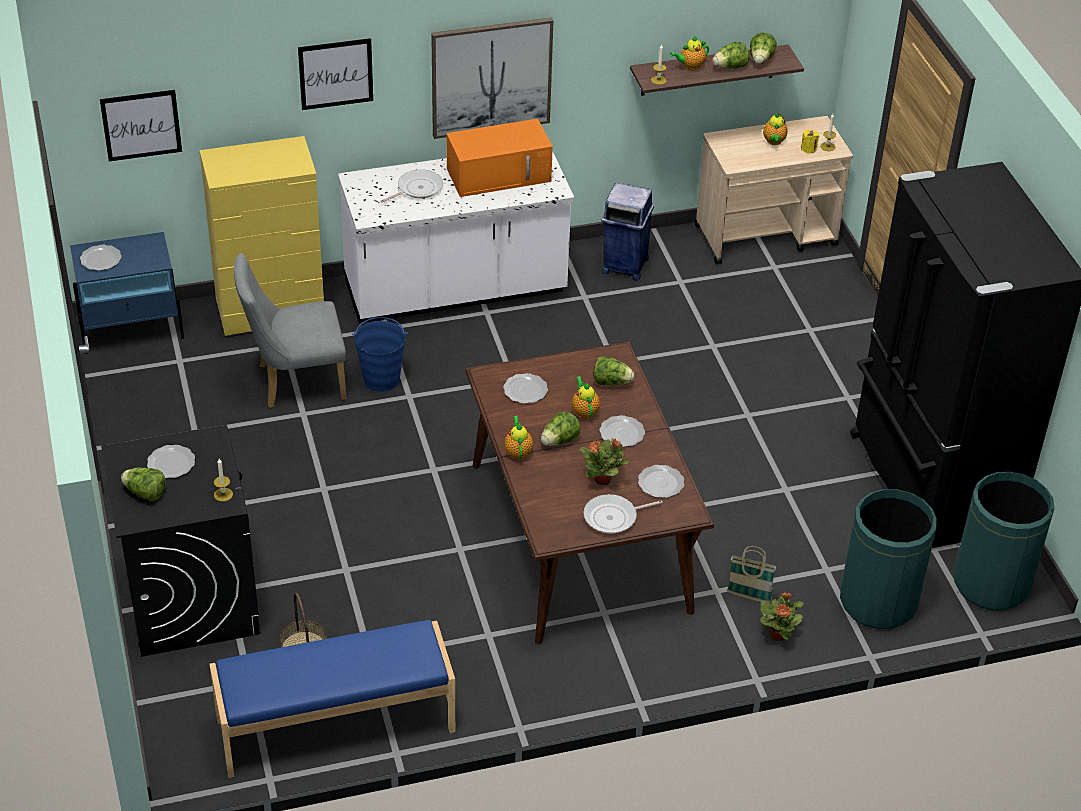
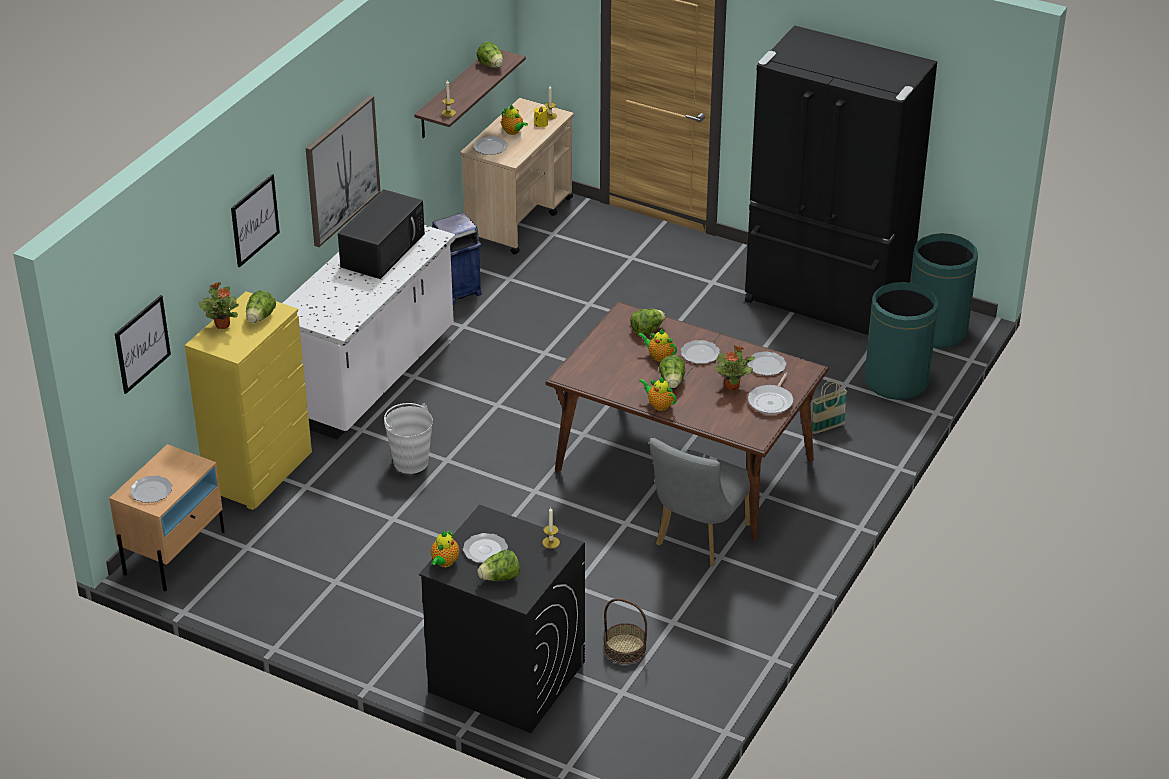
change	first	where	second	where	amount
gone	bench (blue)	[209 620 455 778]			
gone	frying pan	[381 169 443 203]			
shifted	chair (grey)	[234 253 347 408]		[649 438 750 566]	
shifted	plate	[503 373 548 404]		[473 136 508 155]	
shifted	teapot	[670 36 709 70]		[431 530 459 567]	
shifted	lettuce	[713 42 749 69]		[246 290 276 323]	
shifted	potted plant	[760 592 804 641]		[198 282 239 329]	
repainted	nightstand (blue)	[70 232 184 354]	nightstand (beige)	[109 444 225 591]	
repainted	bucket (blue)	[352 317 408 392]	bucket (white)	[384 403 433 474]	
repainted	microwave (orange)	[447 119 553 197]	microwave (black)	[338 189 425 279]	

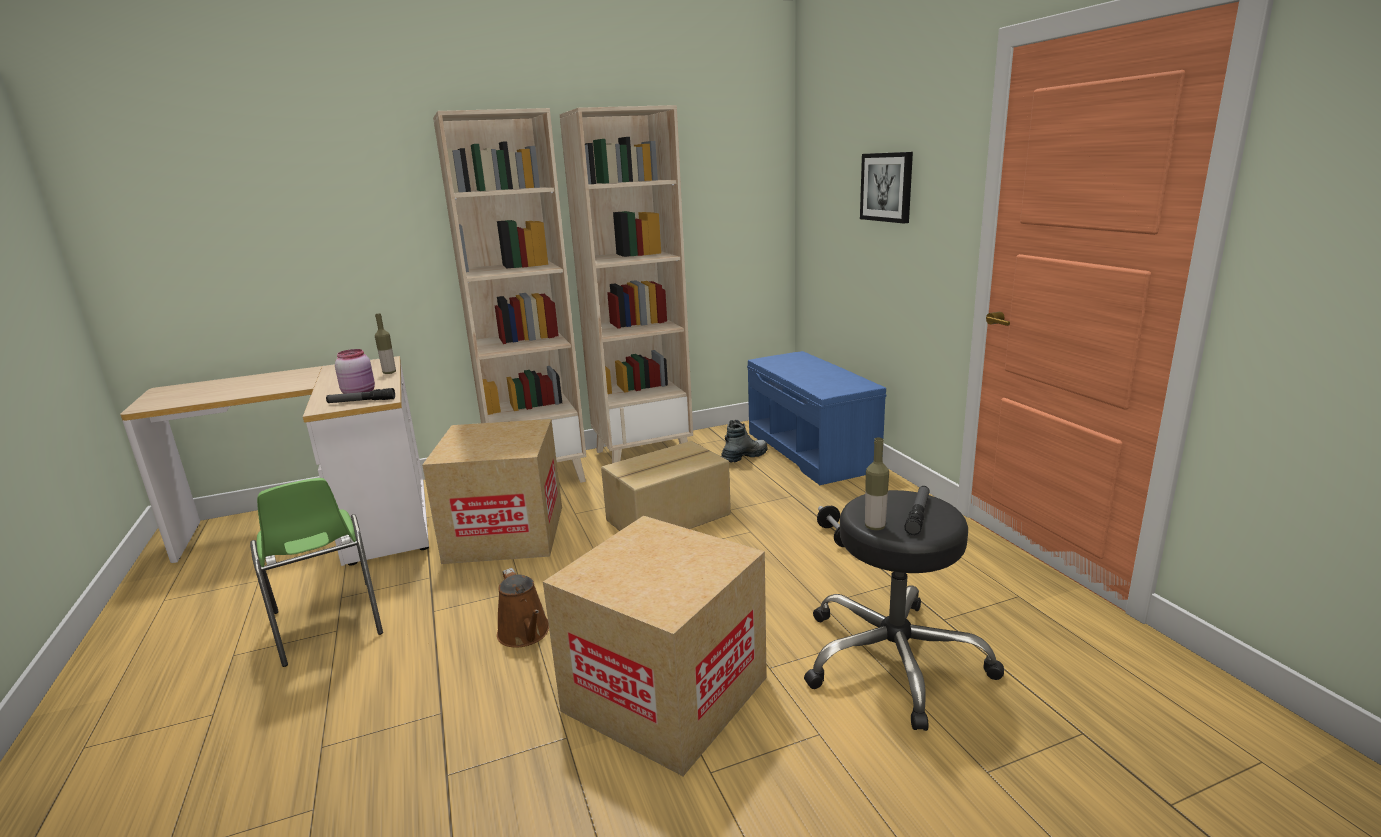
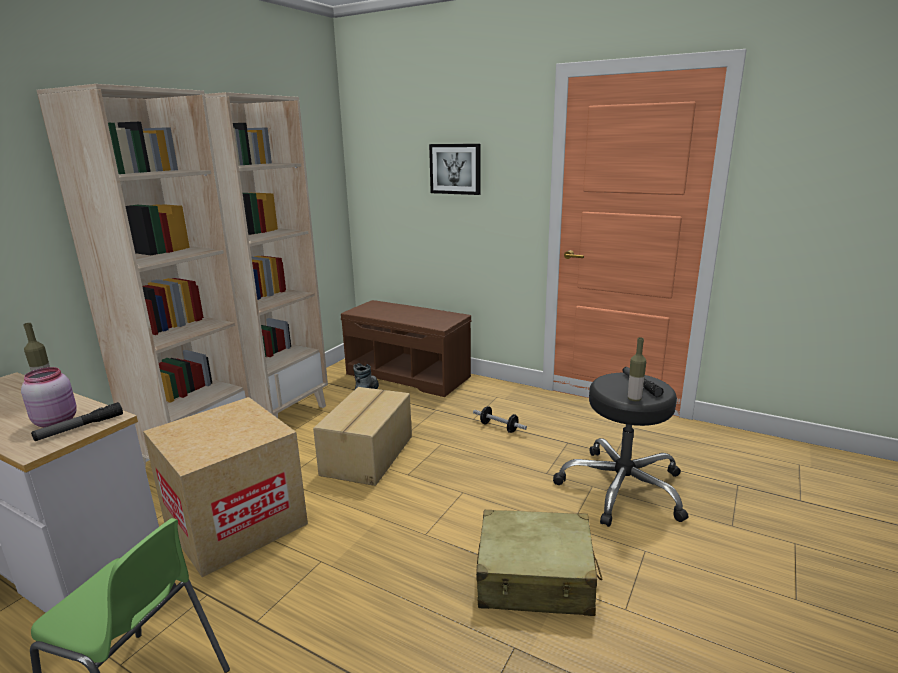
change	first	where	second	where	amount
gone	watering can (brown)	[497 568 549 648]			
swapped	cardboard box	[543 516 767 776]	suitcase (beige)	[476 510 603 616]	
repainted	bench (blue)	[747 351 886 485]	bench (brown)	[341 300 472 397]	

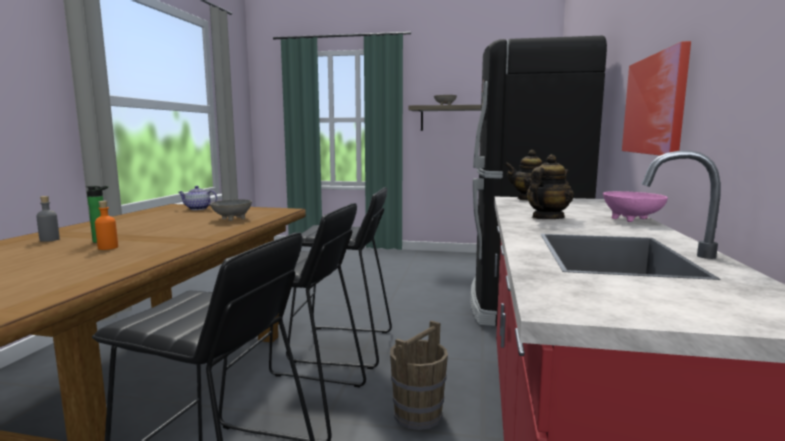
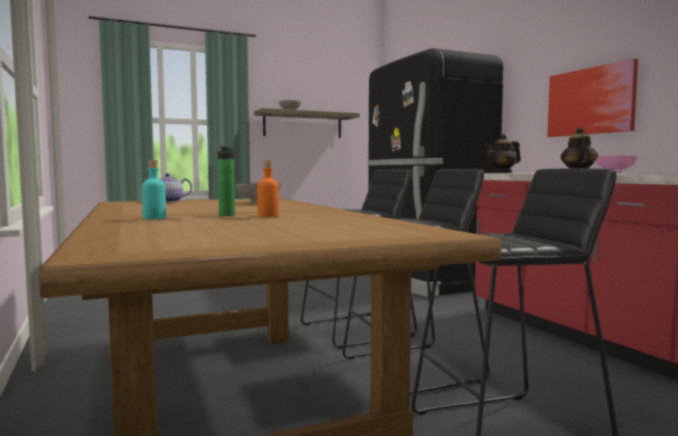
change	first	where	second	where	amount
gone	bucket (brown)	[390 320 448 430]			
repainted	bottle (grey)	[36 196 60 242]	bottle (turquoise)	[142 160 166 219]	

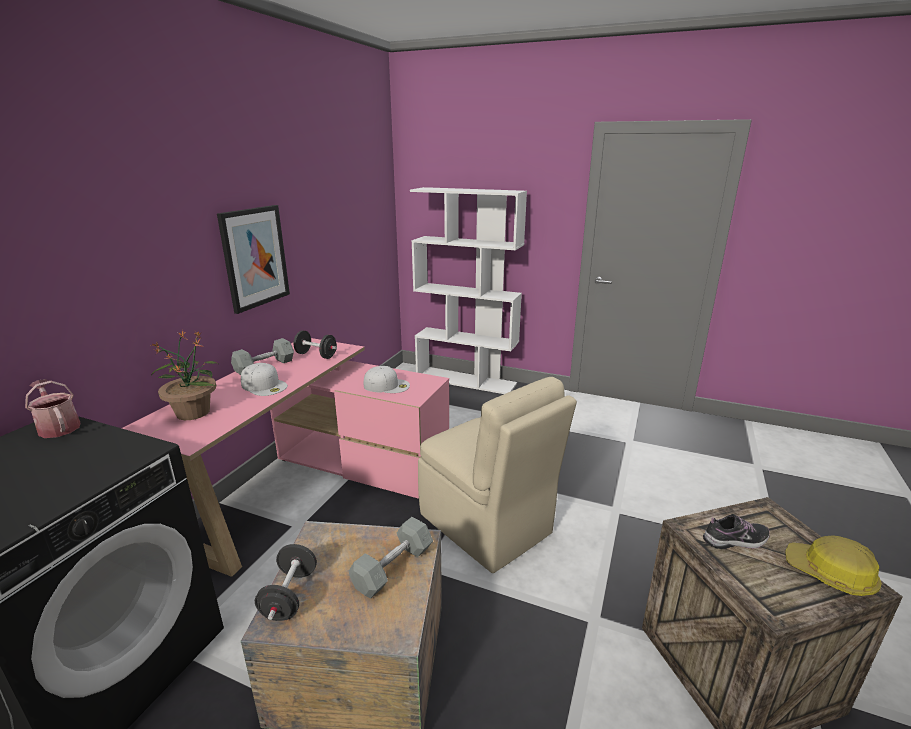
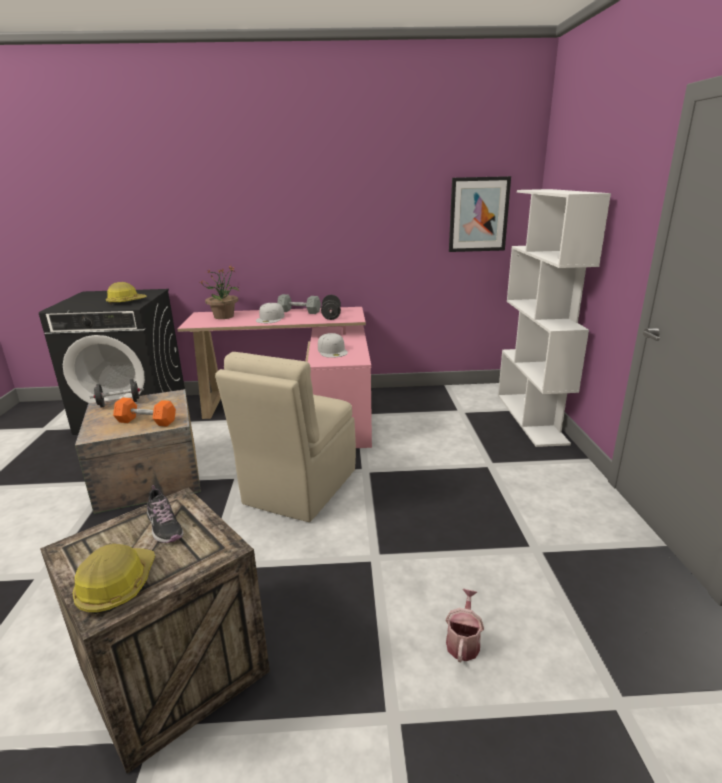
change	first	where	second	where	amount
new			hard hat	[106 282 147 305]	
shifted	watering can	[25 379 80 438]		[446 589 484 662]	
shifted	picture	[217 205 290 314]		[449 176 511 252]	
repainted	dumbbell (grey)	[349 517 433 599]	dumbbell (orange)	[113 398 176 427]	

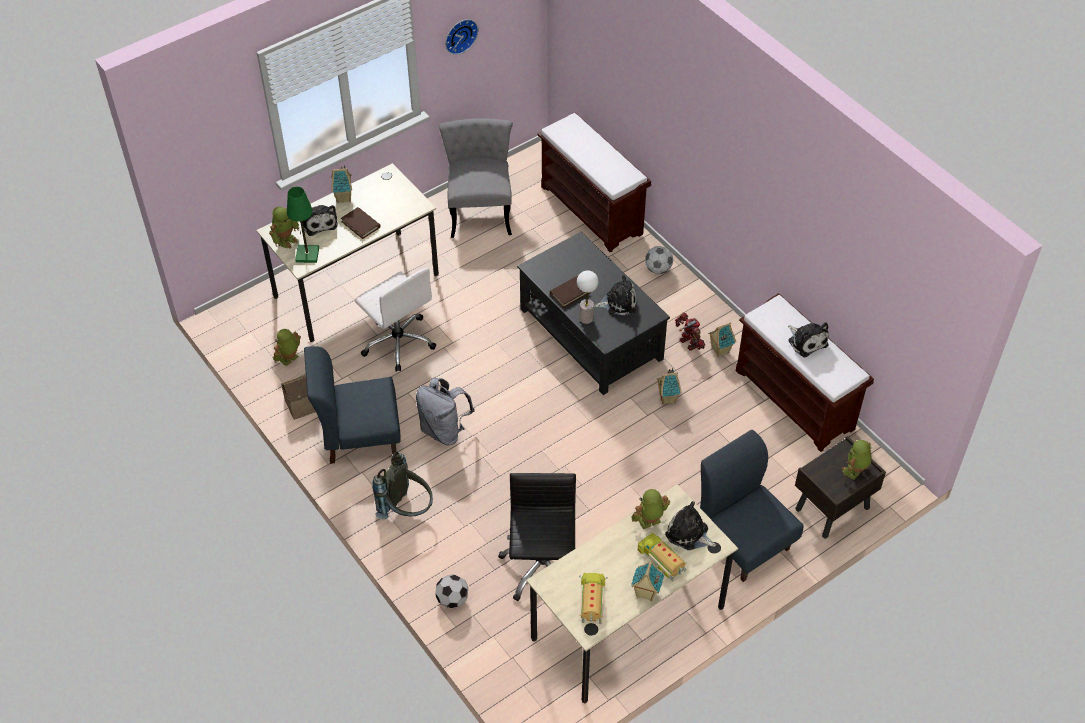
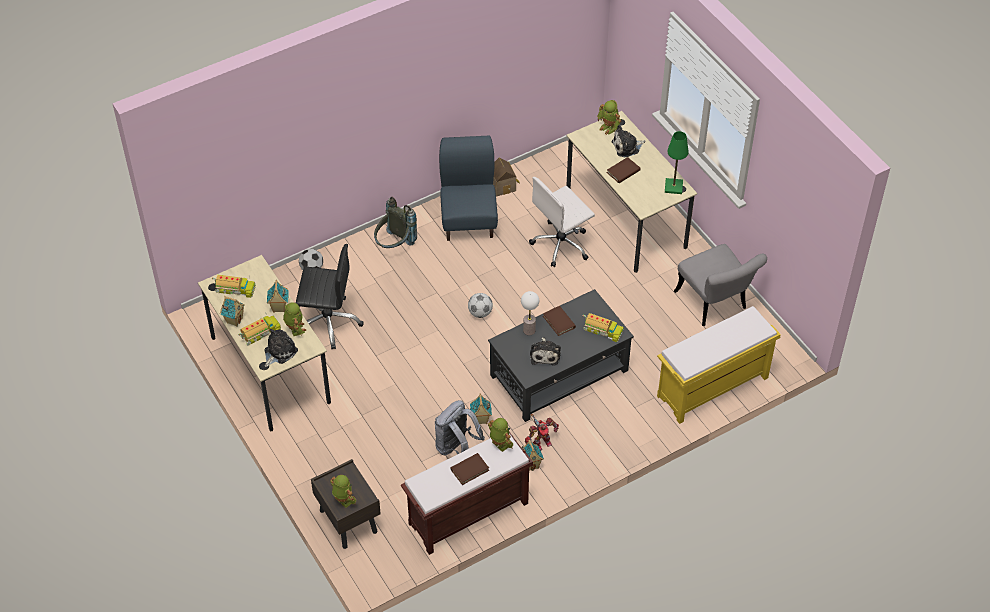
change	first	where	second	where	amount
gone	wall clock	[445 19 478 55]			
gone	chair (blue)	[700 430 804 582]			
new			toy truck	[583 313 624 342]	
shifted	toy robot	[273 329 301 366]		[488 418 513 452]	
shifted	table lamp (green)	[287 187 319 263]		[665 131 689 194]	
shifted	toy house	[331 165 352 203]		[267 280 289 313]	
shifted	backpack (grey)	[416 378 475 445]		[435 400 485 455]	
shifted	football	[645 246 673 274]		[468 293 493 318]	
swapped	plush toy	[788 322 828 358]	book (brown)	[450 453 489 485]	
repainted	bench (brown)	[538 112 651 253]	bench (yellow)	[657 306 781 424]	
rotated	chair (grey)	[439 118 513 238]		[674 244 767 326]	60 degrees clockwise

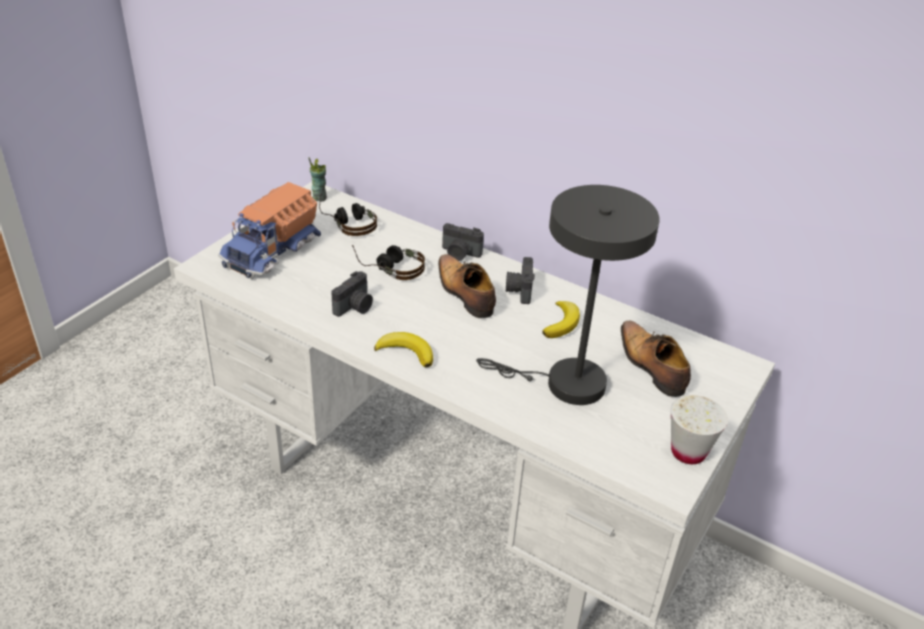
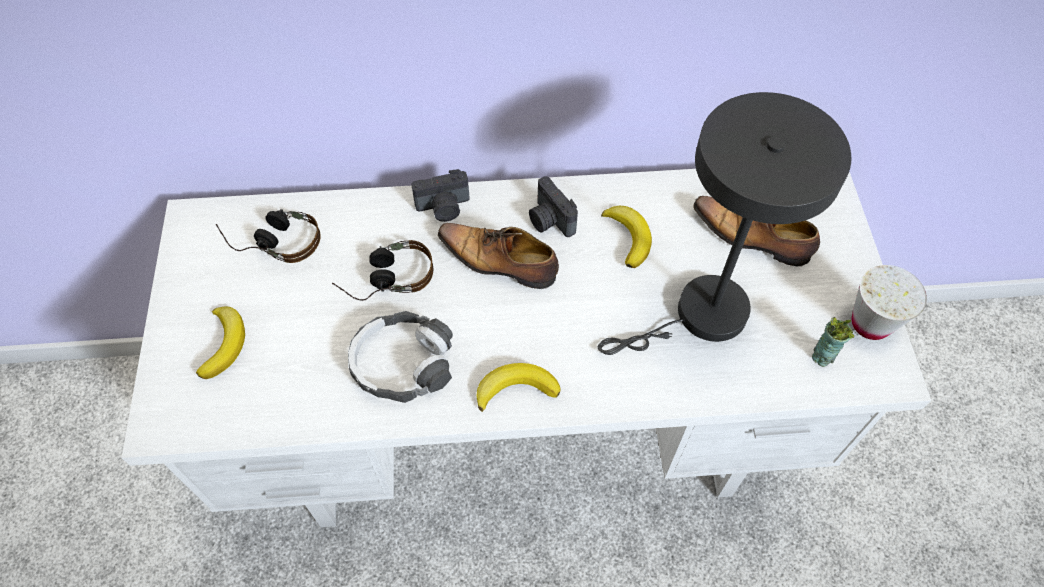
change	first	where	second	where	amount
shifted	cup	[308 157 327 202]		[812 317 854 367]	
swapped	toy truck	[218 182 321 279]	banana	[196 306 245 379]	
swapped	photo camera	[331 271 373 317]	headphones	[348 311 453 403]	

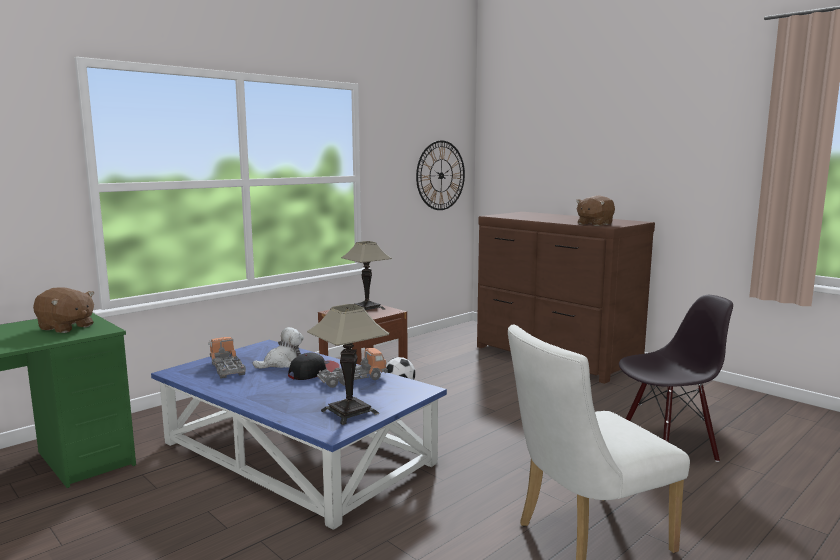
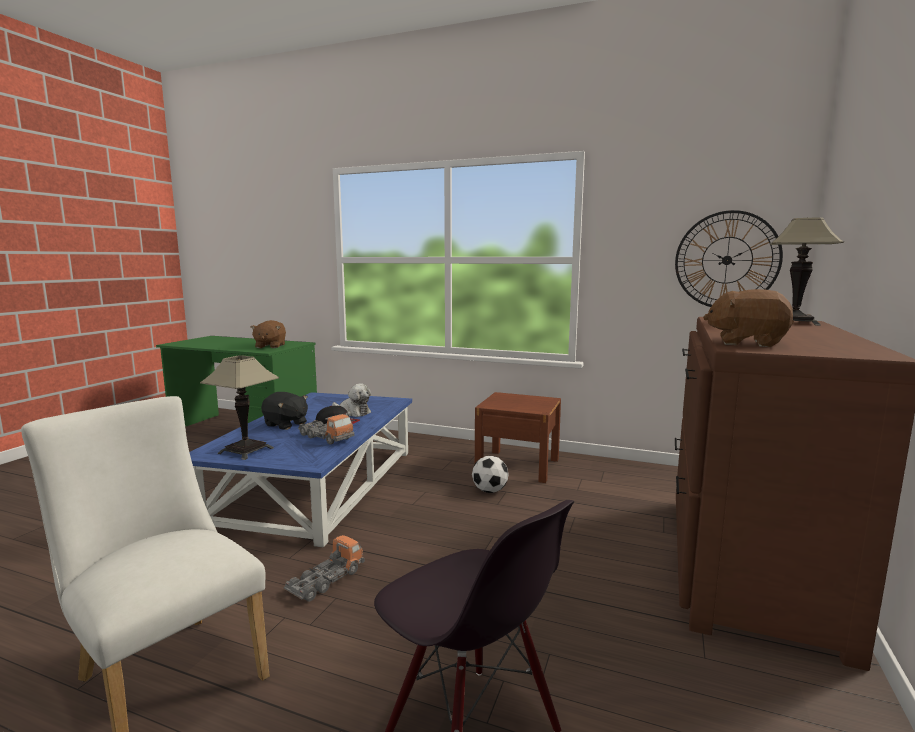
change	first	where	second	where	amount
new			plush toy (black)	[261 392 308 430]	
shifted	toy truck	[208 337 246 378]		[284 535 365 602]	
shifted	table lamp	[341 241 392 310]		[769 217 844 326]	

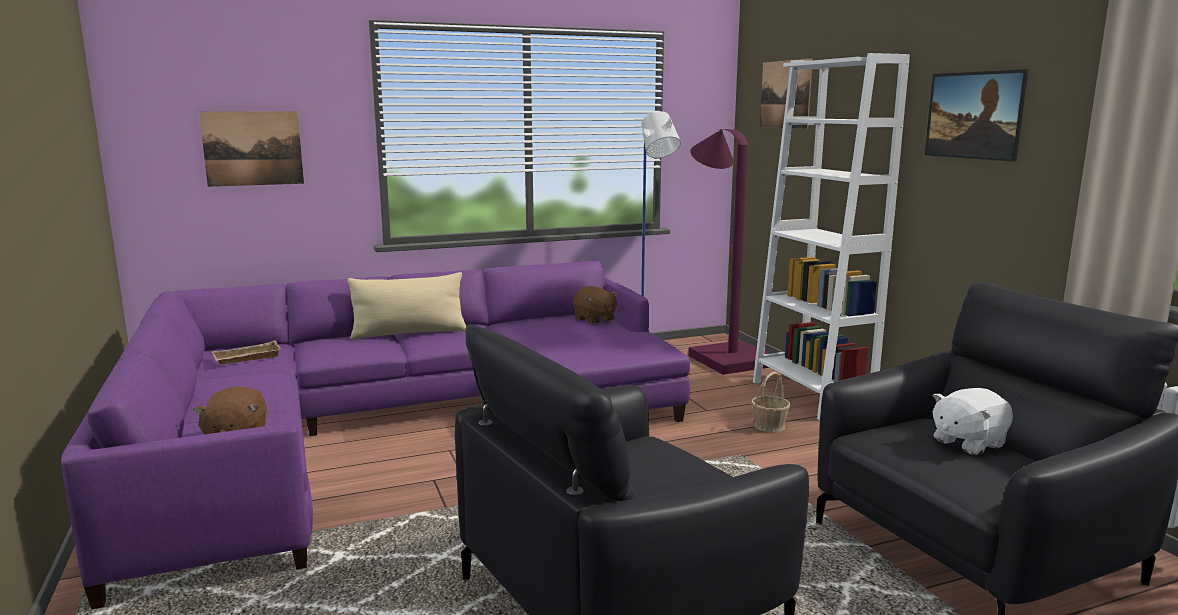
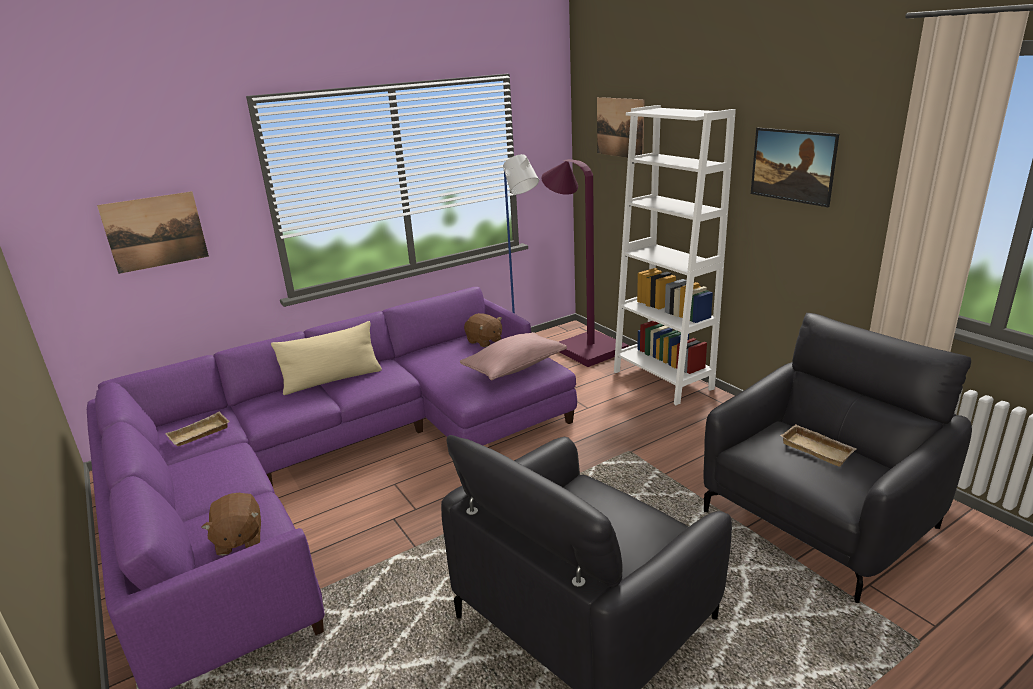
change	first	where	second	where	amount
gone	basket	[751 372 790 432]			
new			pillow (pink)	[460 332 567 380]	
swapped	plush toy (white)	[932 388 1013 455]	tray (beige)	[780 424 857 467]	

